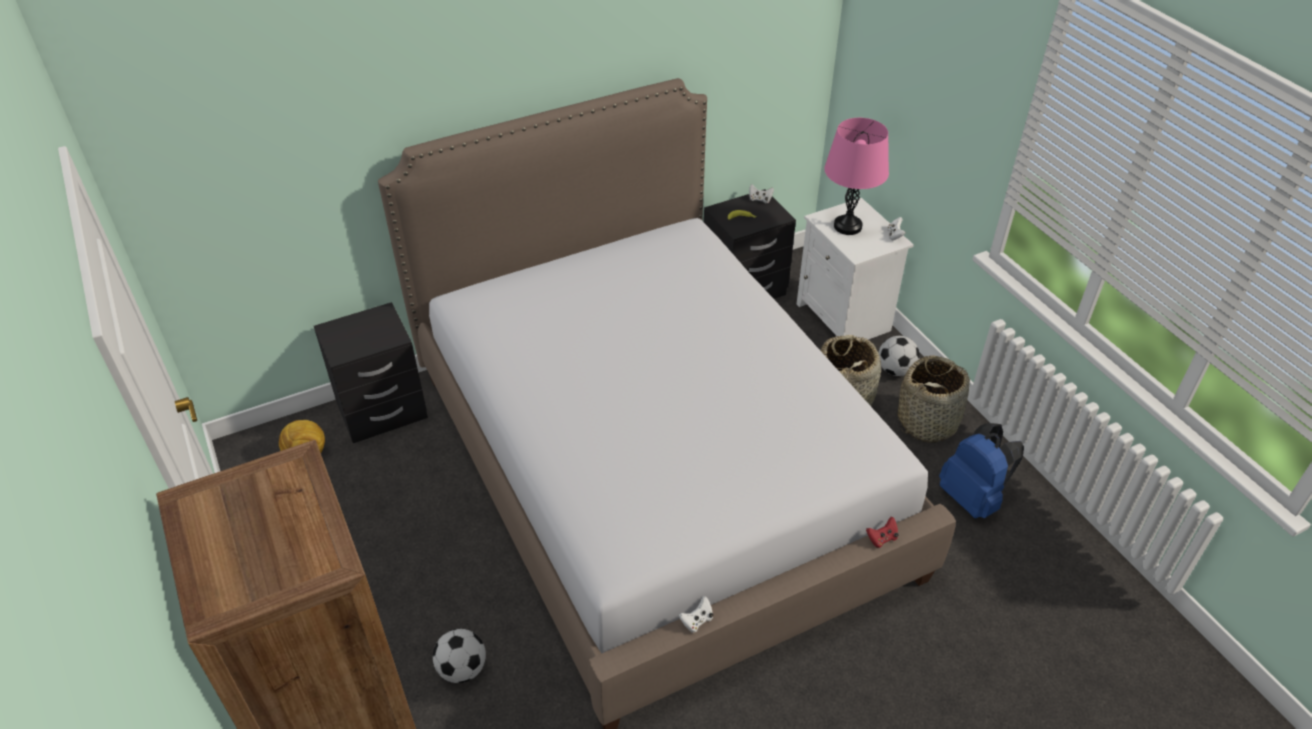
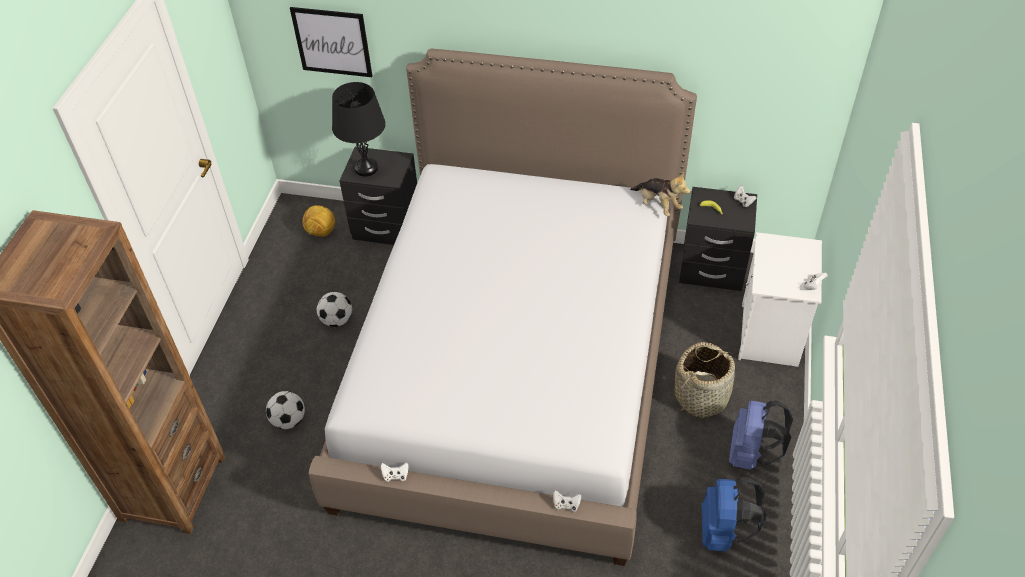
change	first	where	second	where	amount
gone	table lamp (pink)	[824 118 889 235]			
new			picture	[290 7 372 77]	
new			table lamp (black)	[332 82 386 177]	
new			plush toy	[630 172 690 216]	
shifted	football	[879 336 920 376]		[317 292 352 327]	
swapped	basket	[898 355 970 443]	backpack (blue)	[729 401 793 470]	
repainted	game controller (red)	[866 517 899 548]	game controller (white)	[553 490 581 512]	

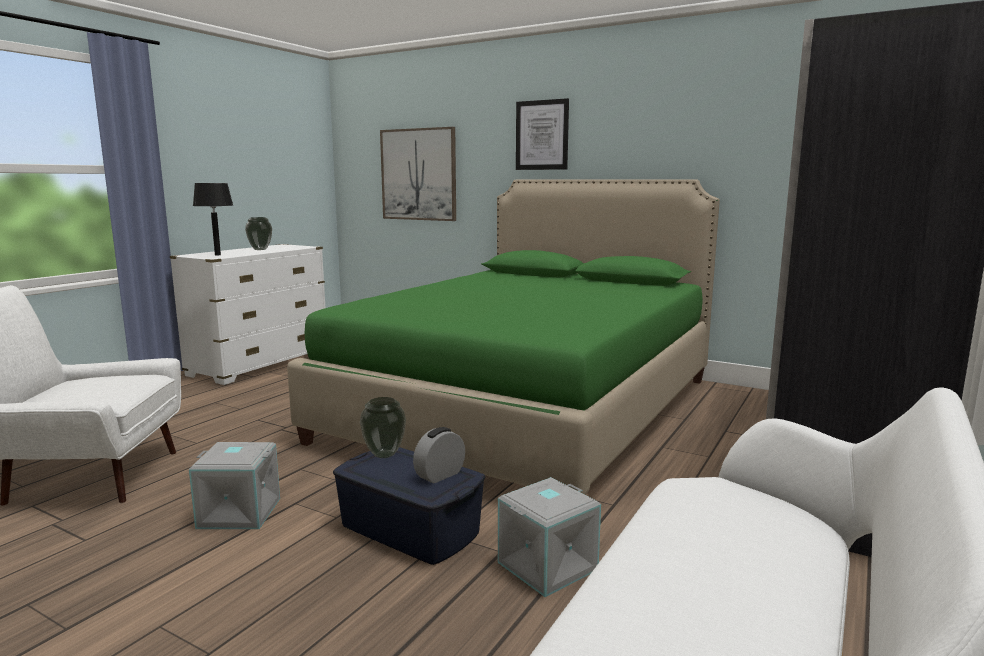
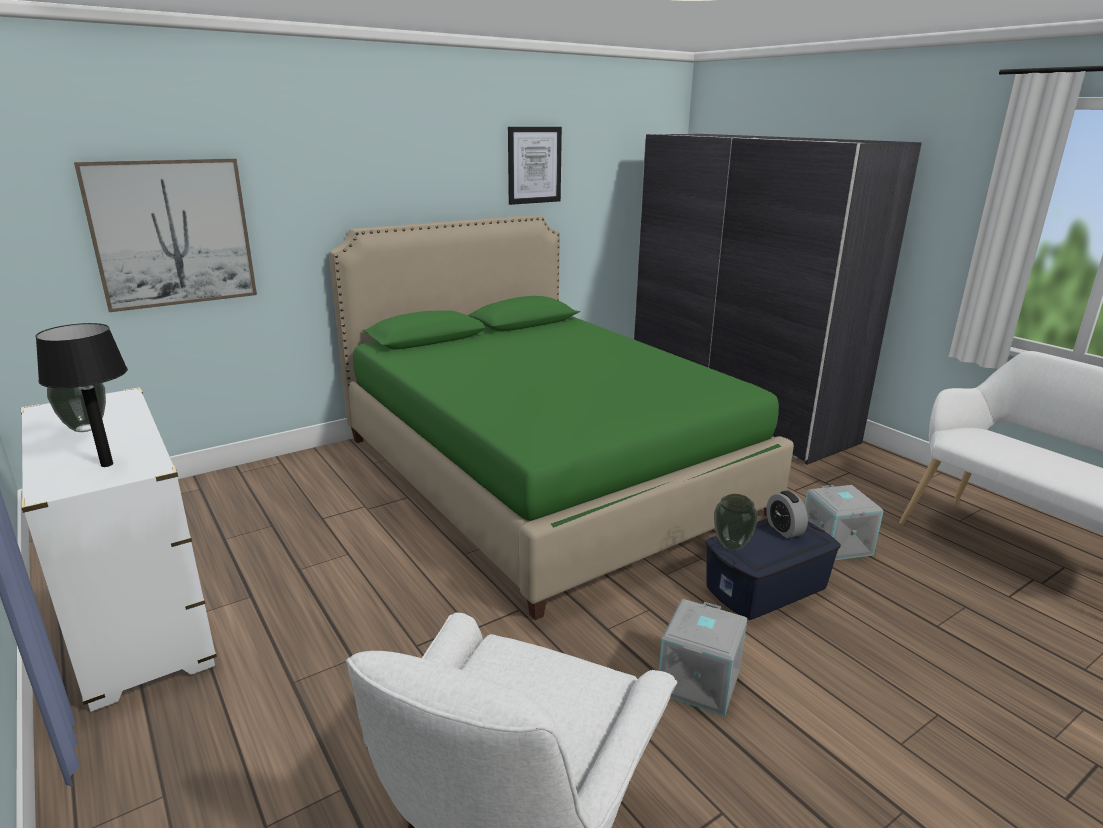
change	first	where	second	where	amount
shifted	picture	[516 98 569 170]		[508 127 562 205]	

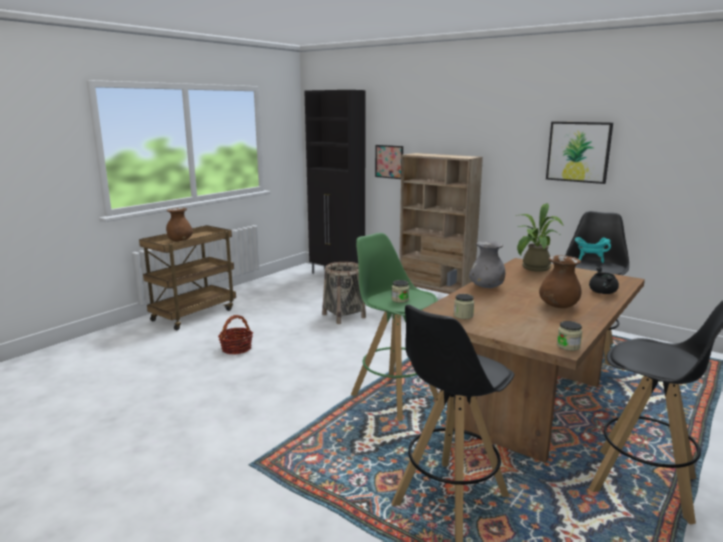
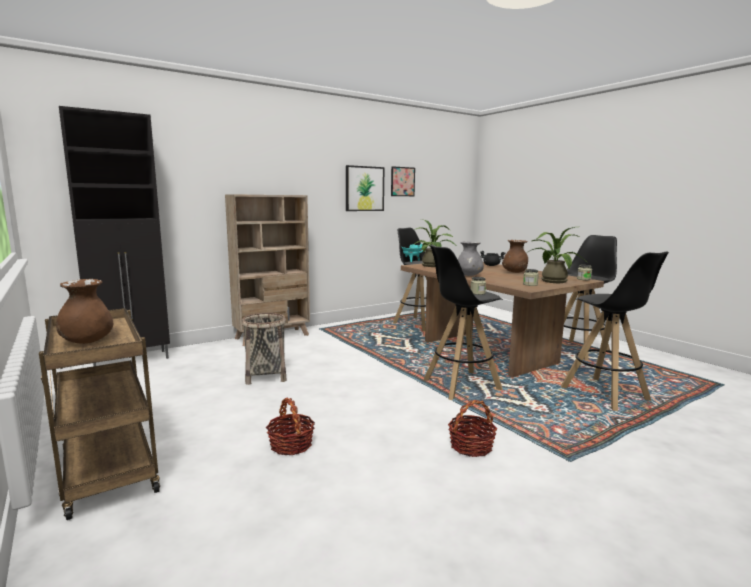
change	first	where	second	where	amount
new			basket	[448 400 497 457]	
new			potted plant	[526 227 583 283]	
shifted	picture	[375 145 403 179]		[391 166 415 196]	
repainted	stool (green)	[351 233 438 421]	stool (black)	[424 245 503 400]	

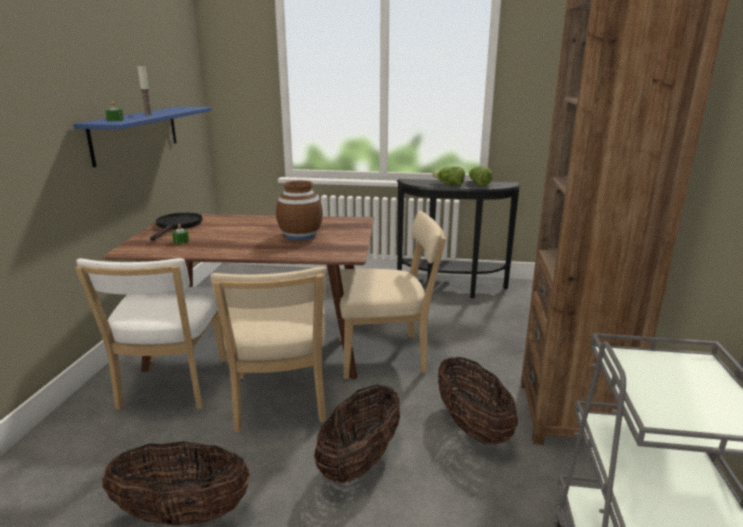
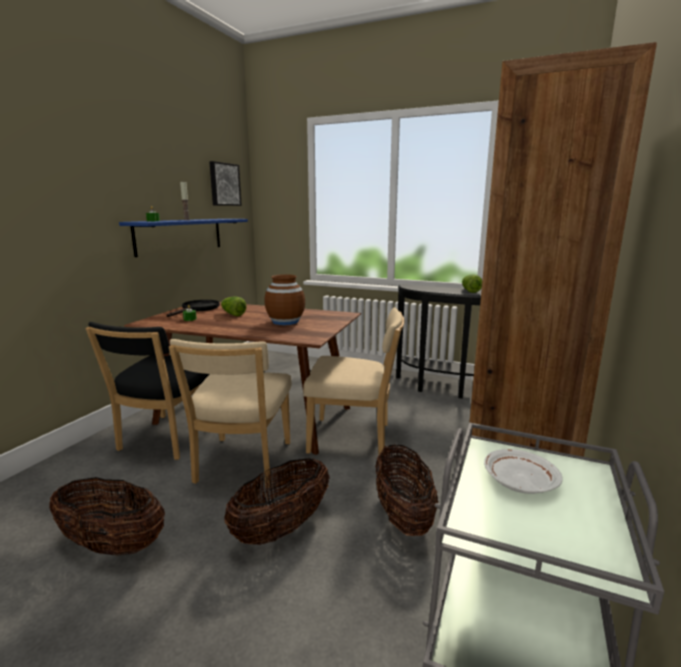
change	first	where	second	where	amount
new			picture	[209 161 242 206]	
new			plate (white)	[484 449 563 494]	
shifted	lettuce	[433 166 465 186]		[221 297 246 316]	
repainted	chair (white)	[75 258 227 410]	chair (black)	[85 322 209 460]	

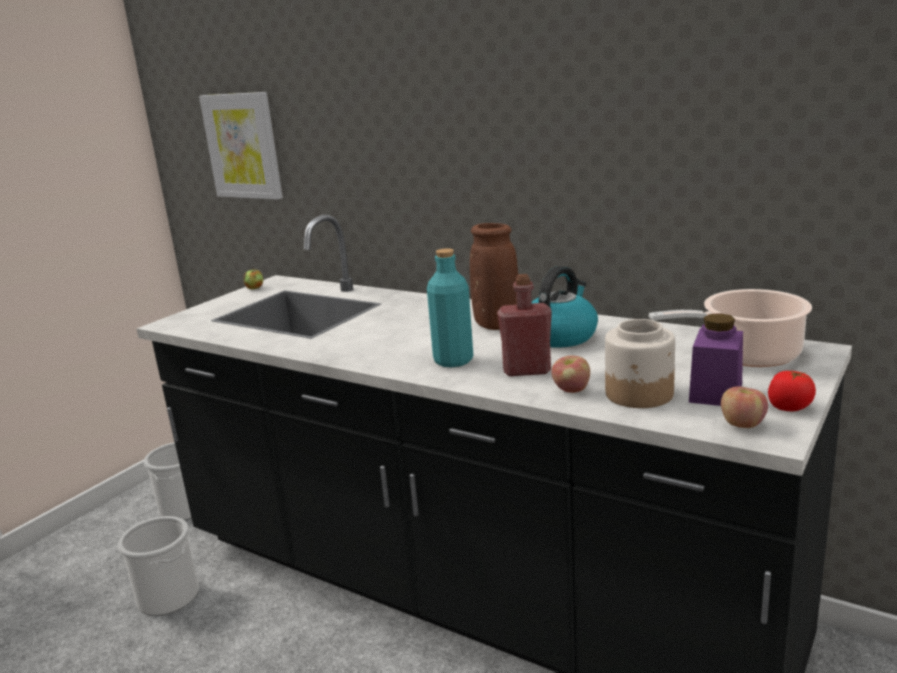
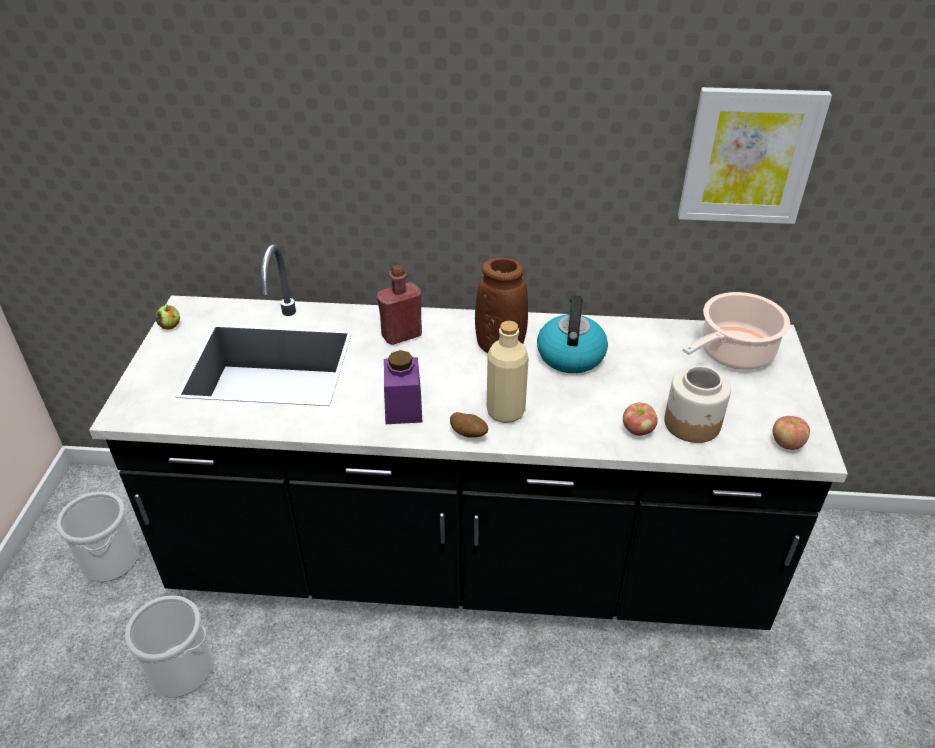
change	first	where	second	where	amount
gone	tomato	[768 371 816 411]			
new			potato	[450 412 488 438]	
shifted	picture	[199 92 283 200]		[678 87 832 224]	
shifted	bottle (red)	[497 274 552 376]		[377 265 422 345]	
shifted	jar (purple)	[689 313 743 406]		[384 350 422 424]	
repainted	bottle (turquoise)	[427 248 473 368]	bottle (beige)	[487 321 529 423]	

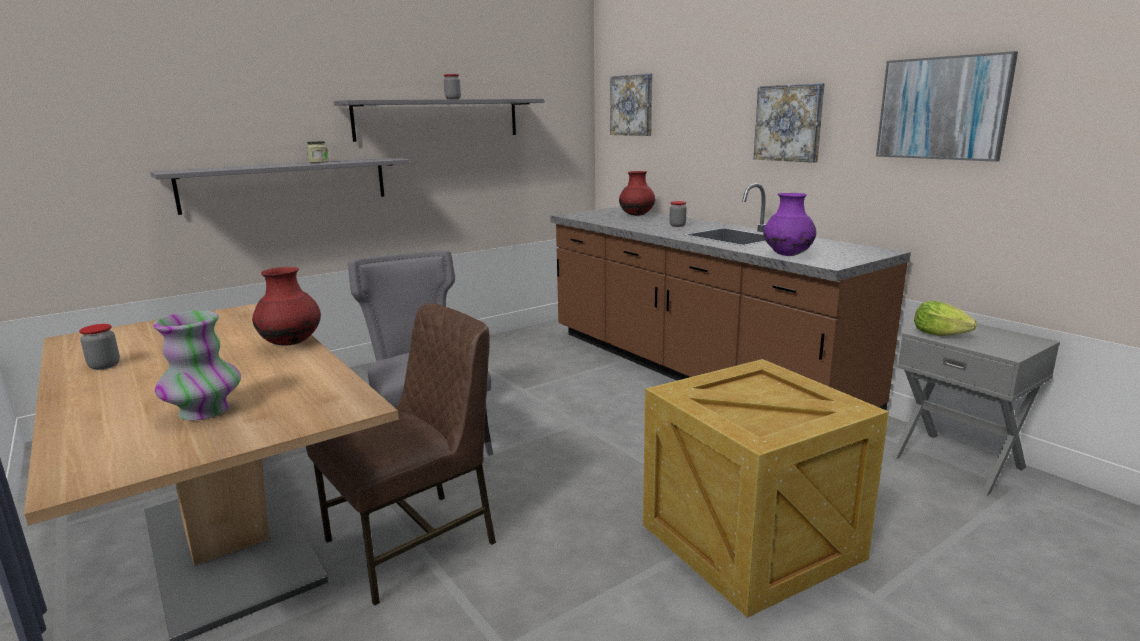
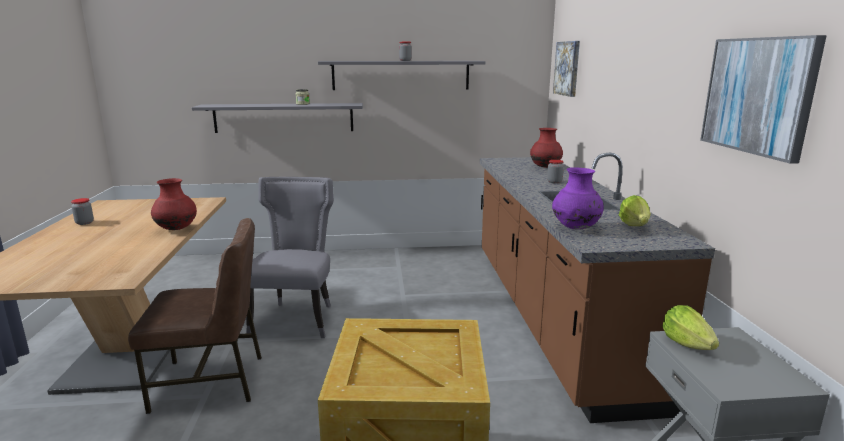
change	first	where	second	where	amount
gone	vase	[153 311 241 420]			
gone	picture	[754 83 825 163]			
new			lettuce	[619 195 651 226]	

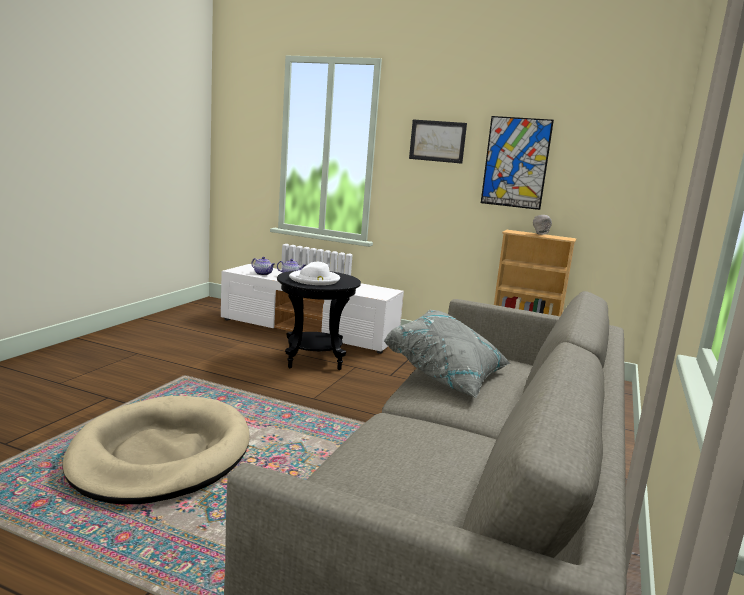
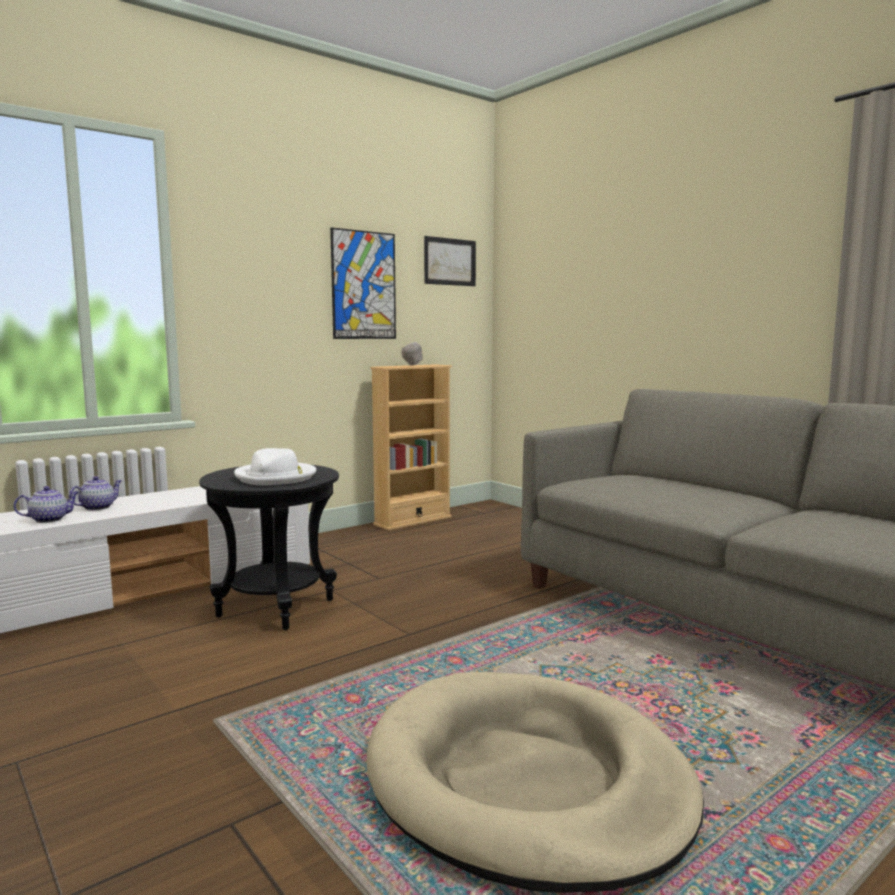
change	first	where	second	where	amount
gone	pillow (grey)	[384 310 511 398]			
shifted	picture	[409 119 467 164]		[424 236 476 286]	

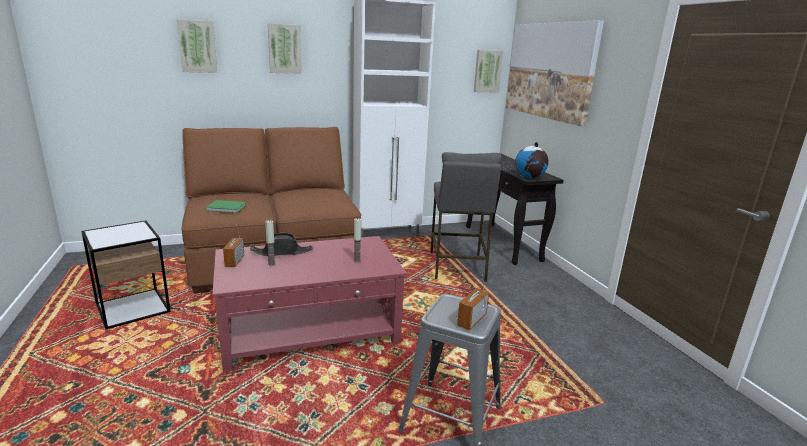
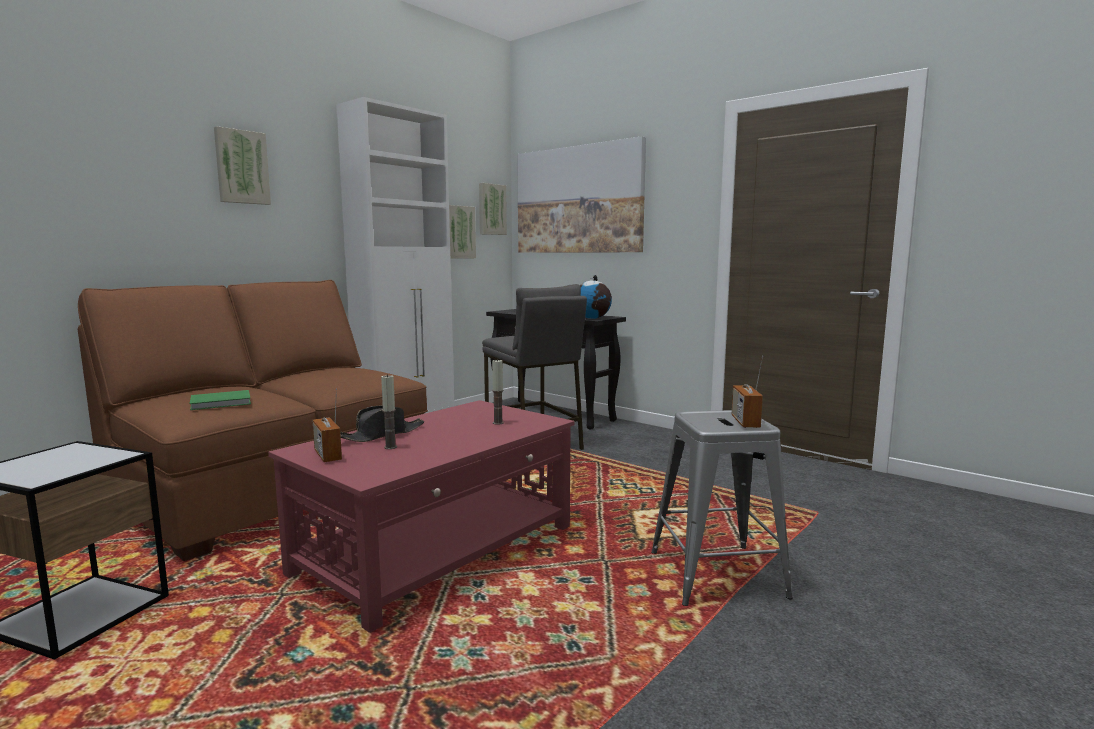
change	first	where	second	where	amount
shifted	picture	[177 19 217 73]		[449 205 476 259]	

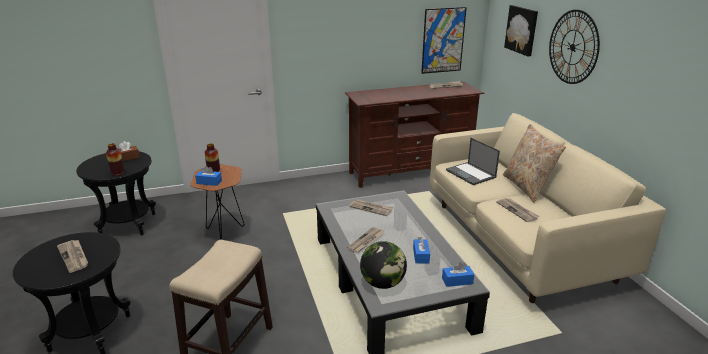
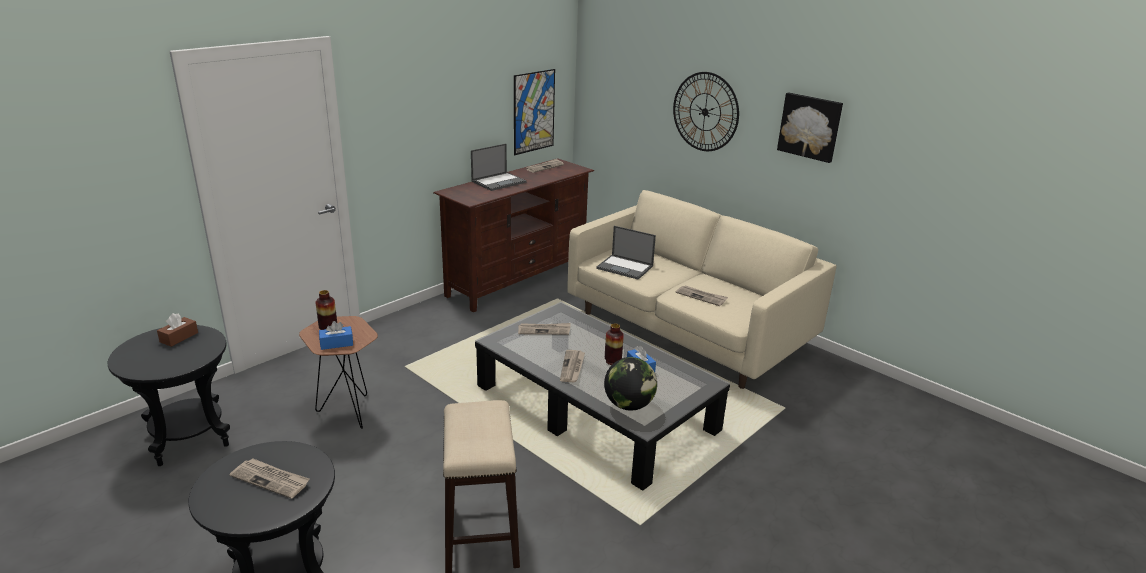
change	first	where	second	where	amount
gone	tissue box (blue)	[442 262 474 287]			
gone	pillow (beige)	[503 124 566 203]			
new			laptop	[471 144 527 191]	
shifted	vase	[106 143 125 176]		[605 323 624 365]	
shifted	picture	[504 5 538 56]		[777 92 843 163]	

